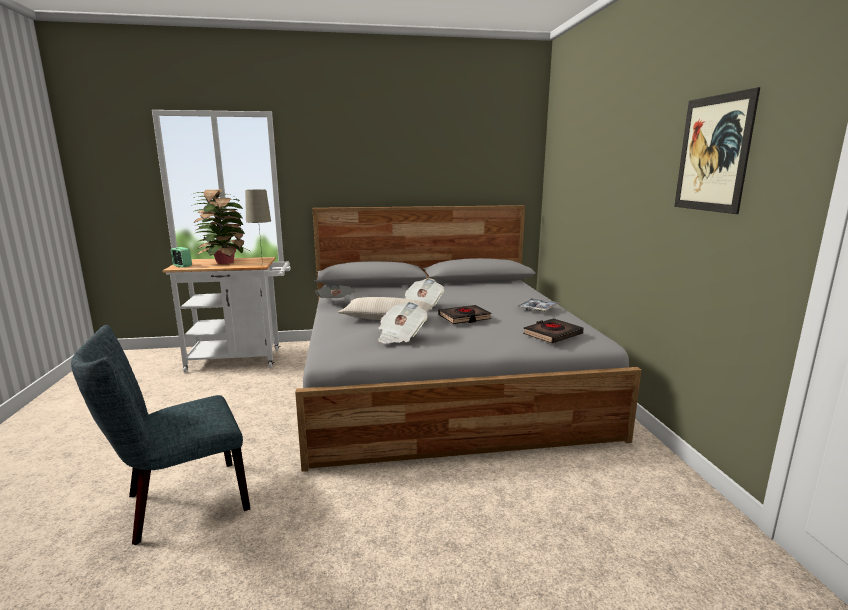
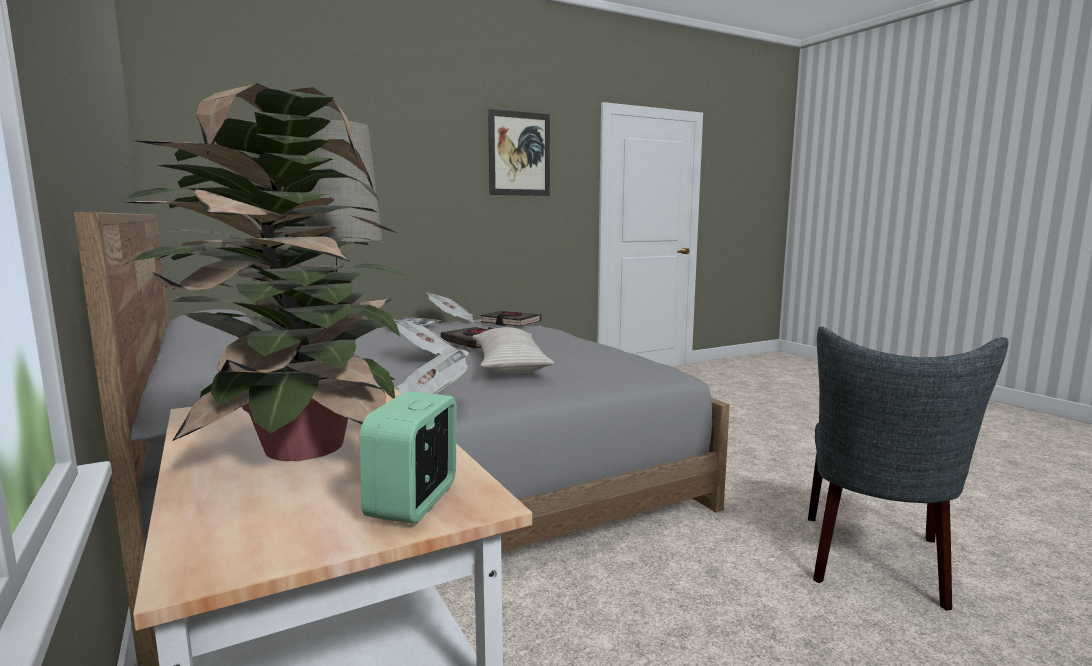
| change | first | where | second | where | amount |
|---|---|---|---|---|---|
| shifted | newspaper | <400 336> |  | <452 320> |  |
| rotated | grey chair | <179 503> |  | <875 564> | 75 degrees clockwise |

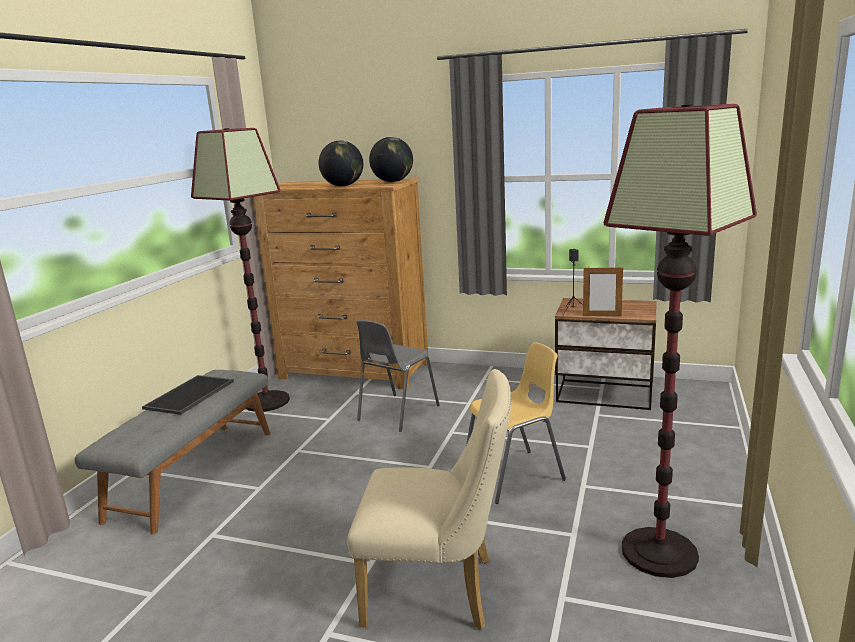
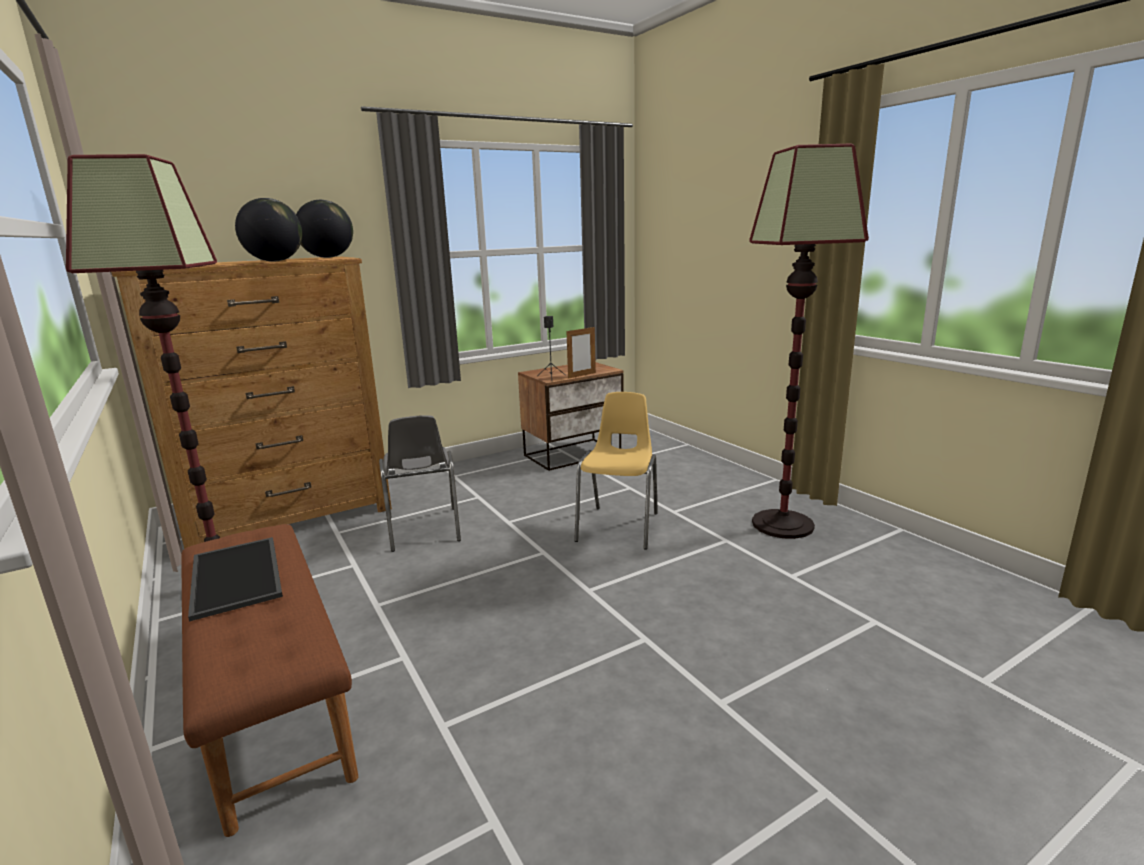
| change | first | where | second | where | amount |
|---|---|---|---|---|---|
| gone | beige chair | <440 591> |  |  |  |
| repainted | grey bench | <193 473> | brown bench | <270 696> |  |

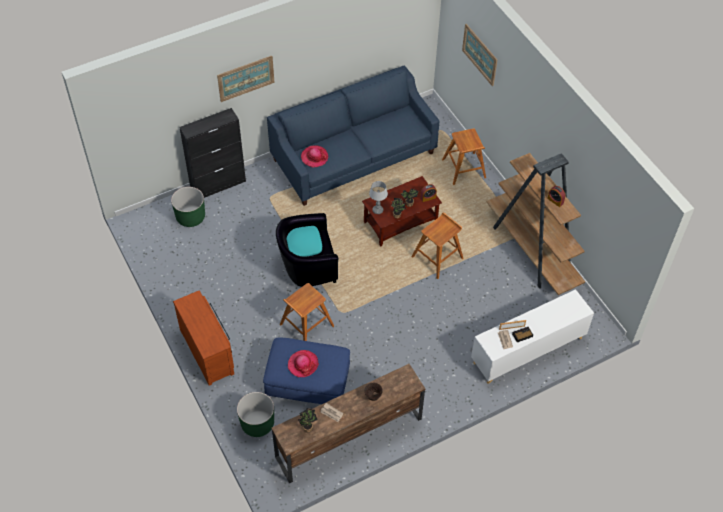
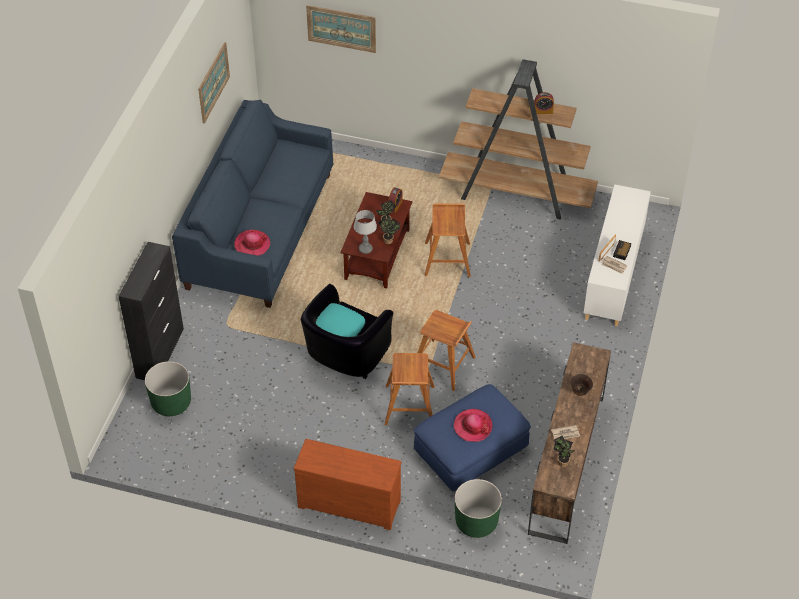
| change | first | where | second | where | amount |
|---|---|---|---|---|---|
| shifted | picture | <246 78> |  | <213 82> |  |
| shifted | brown stool | <464 169> |  | <443 365> |  |

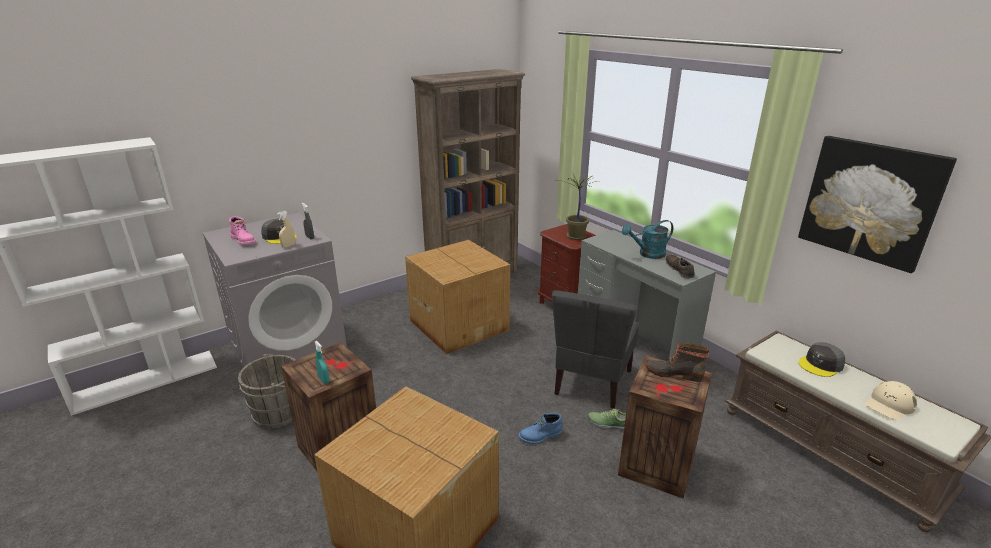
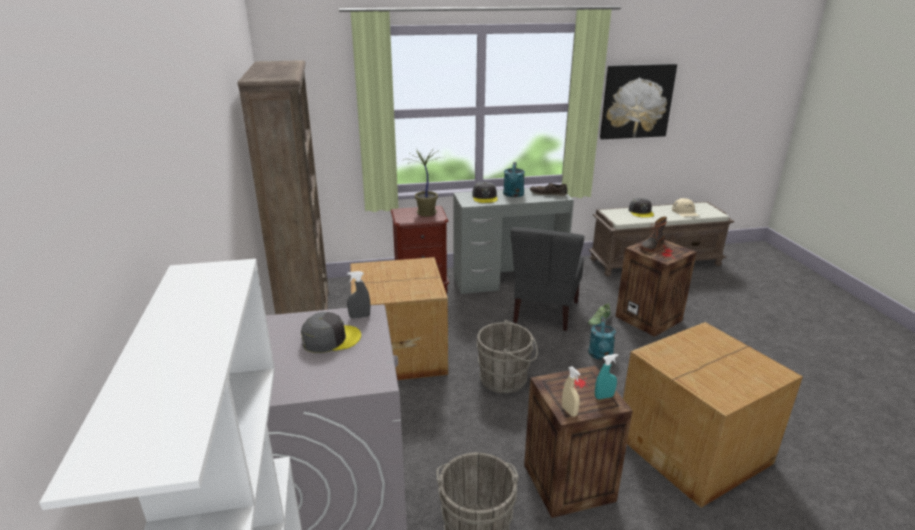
| change | first | where | second | where | amount |
|---|---|---|---|---|---|
| gone | pink boot | <244 240> |  |  |  |
| new |  |  | grey cap | <485 197> |  |
| new |  |  | grey bucket | <506 379> |  |
| shifted | beige spray bottle | <288 246> |  | <569 411> |  |
| swapped | blue boot | <540 437> | turquoise watering can | <601 356> |  |
| rotated | grey chair | <591 382> |  | <544 312> | 60 degrees clockwise |

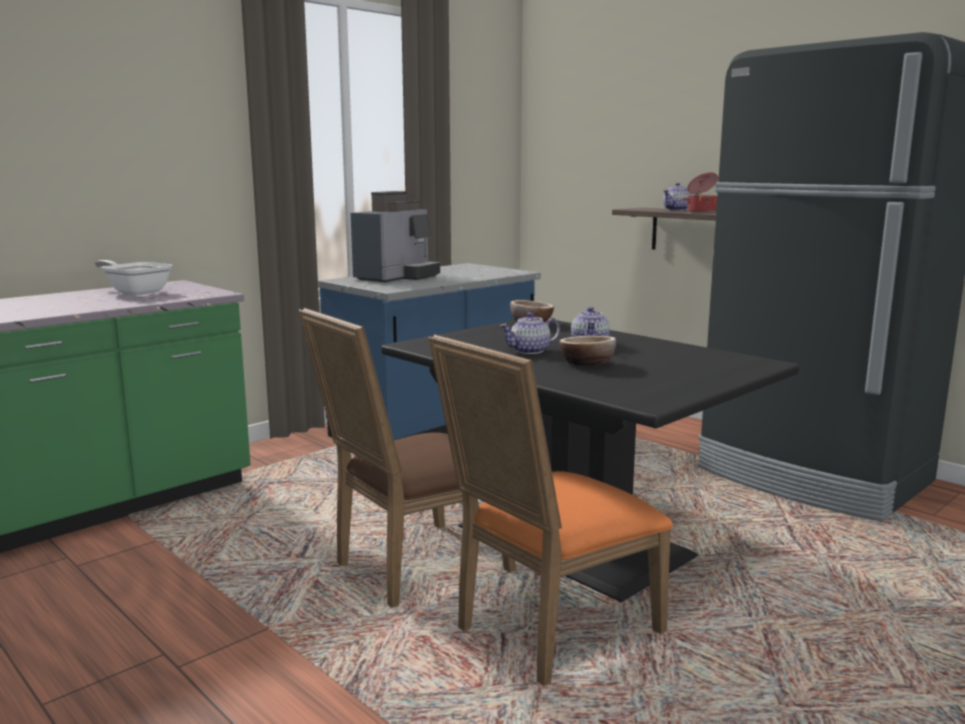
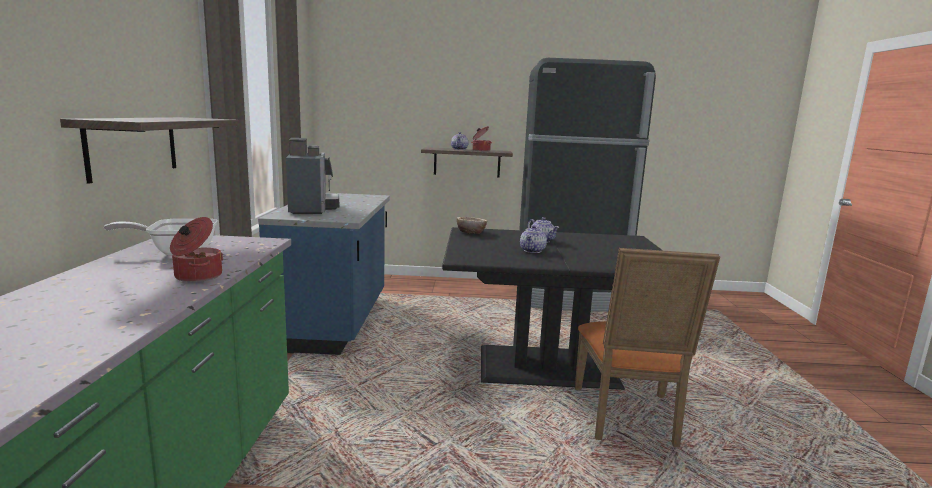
| change | first | where | second | where | amount |
|---|---|---|---|---|---|
| gone | brown chair | <413 568> |  |  |  |
| gone | bowl | <587 364> |  |  |  |
| new |  |  | shelf | <133 146> |  |
| new |  |  | cooking pot | <197 276> |  |

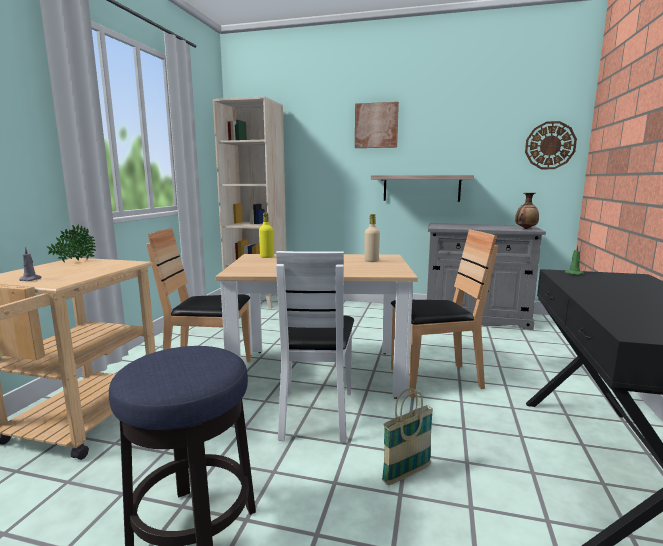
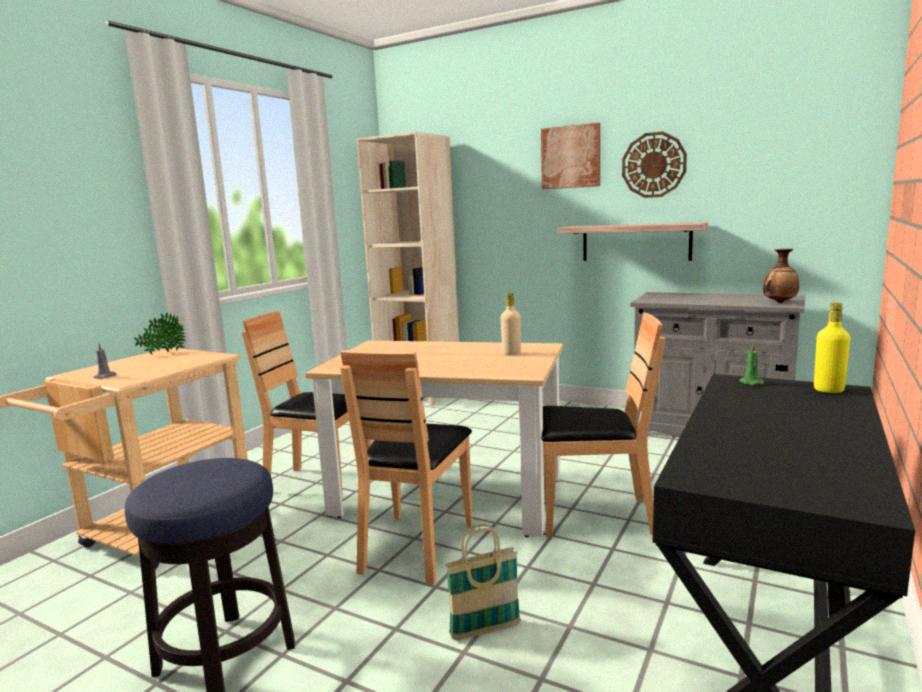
| change | first | where | second | where | amount |
|---|---|---|---|---|---|
| shifted | yellow bottle | <266 257> |  | <828 390> |  |
| shifted | wall clock | <550 145> |  | <653 165> |  |
| repainted | white chair | <315 414> | brown chair | <416 546> |  |

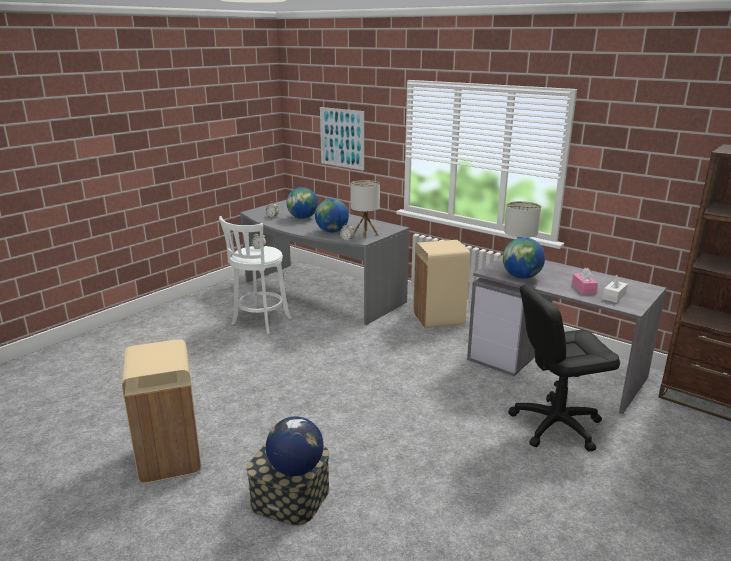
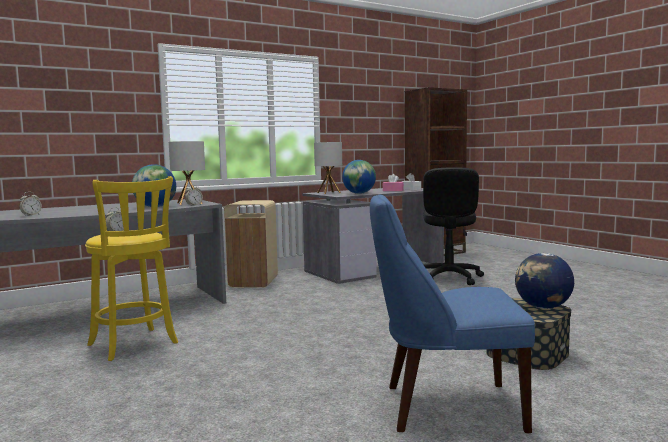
| change | first | where | second | where | amount |
|---|---|---|---|---|---|
| gone | globe | <302 218> |  |  |  |
| gone | picture | <342 138> |  |  |  |
| swapped | beige trash can | <171 458> | blue chair | <445 407> |  |
| repainted | white stool | <259 322> | yellow stool | <134 345> |  |

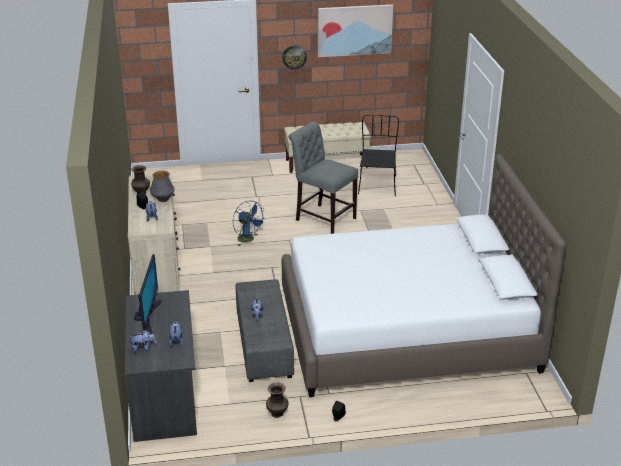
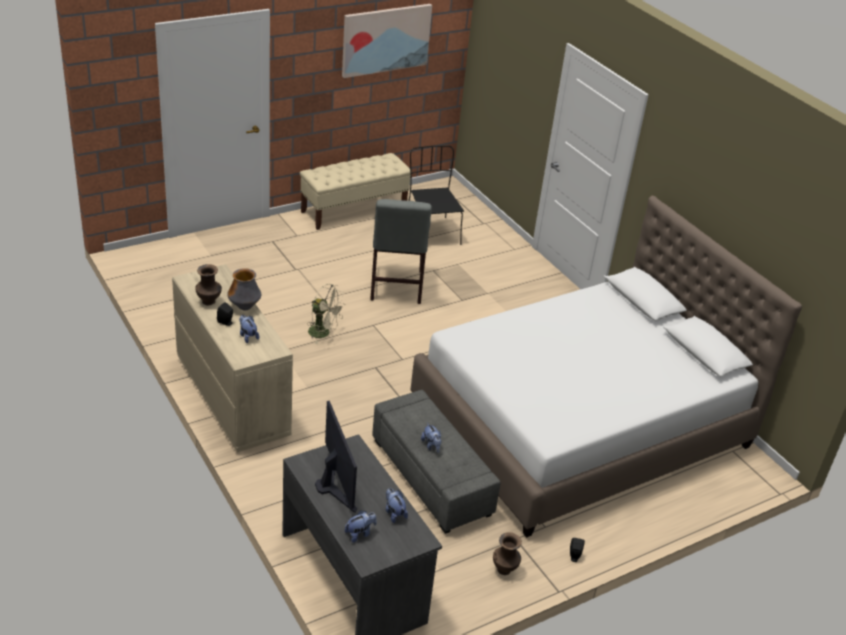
| change | first | where | second | where | amount |
|---|---|---|---|---|---|
| gone | wall clock | <294 57> |  |  |  |
| repainted | blue fan | <248 240> | beige fan | <323 333> |  |
| rotated | grey chair | <323 218> |  | <395 287> | 105 degrees counterclockwise |

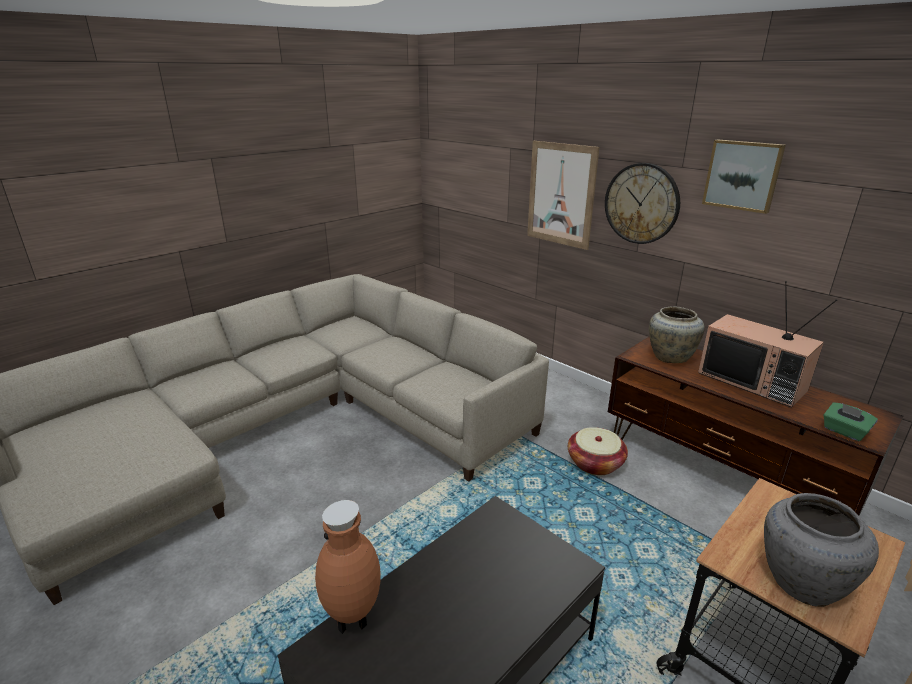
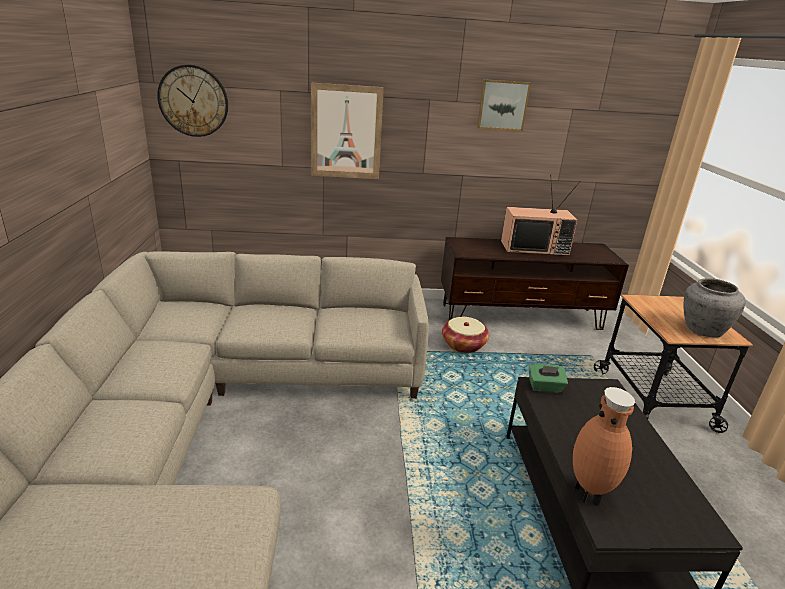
| change | first | where | second | where | amount |
|---|---|---|---|---|---|
| gone | beige vase | <670 357> |  |  |  |
| shifted | wall clock | <641 203> |  | <193 101> |  |
| shifted | green tissue box | <844 431> |  | <545 387> |  |

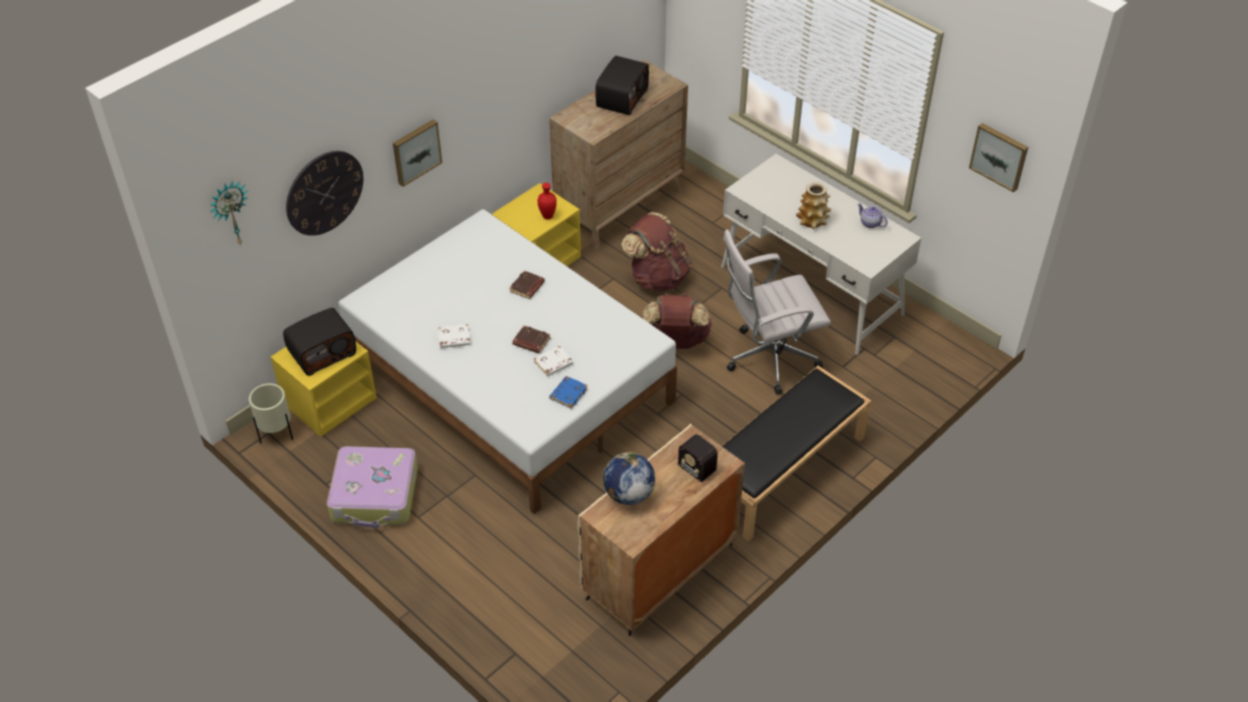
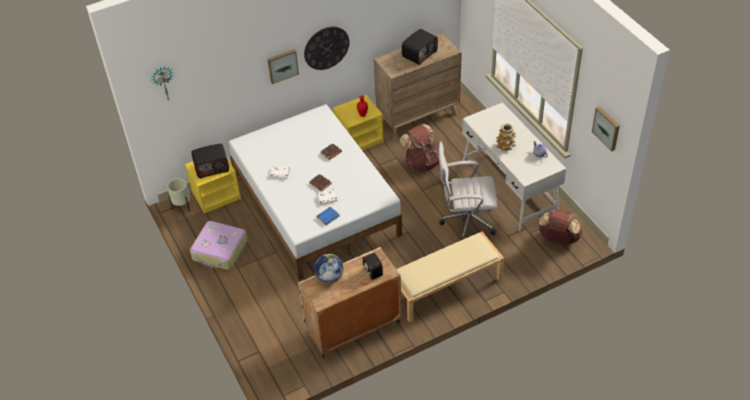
| change | first | where | second | where | amount |
|---|---|---|---|---|---|
| shifted | wall clock | <324 192> |  | <326 48> |  |
| shifted | brown backpack | <674 342> |  | <558 239> |  |
| repainted | black bench | <781 470> | beige bench | <445 287> |  |

